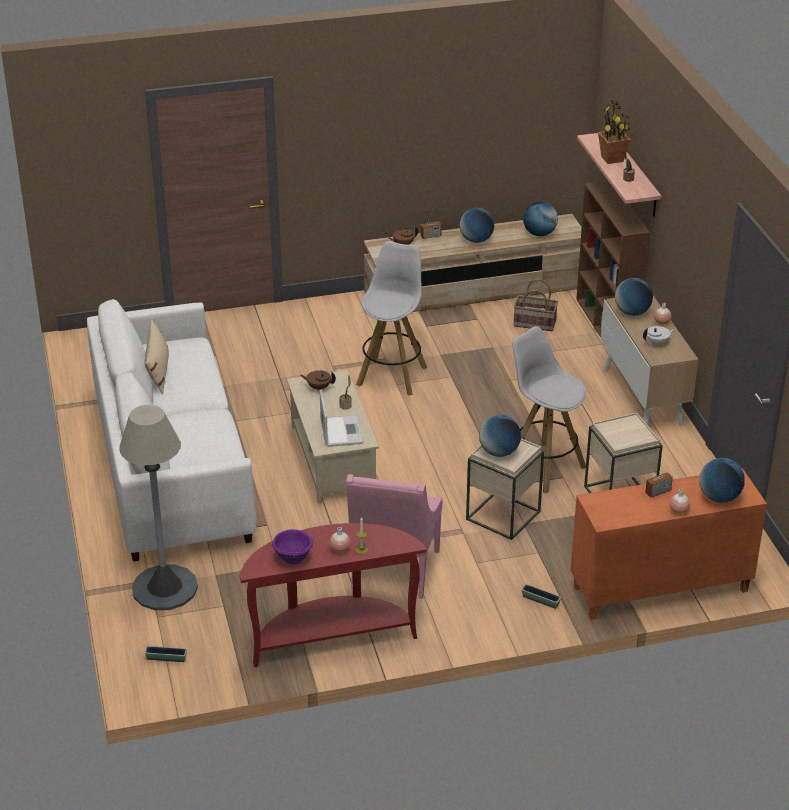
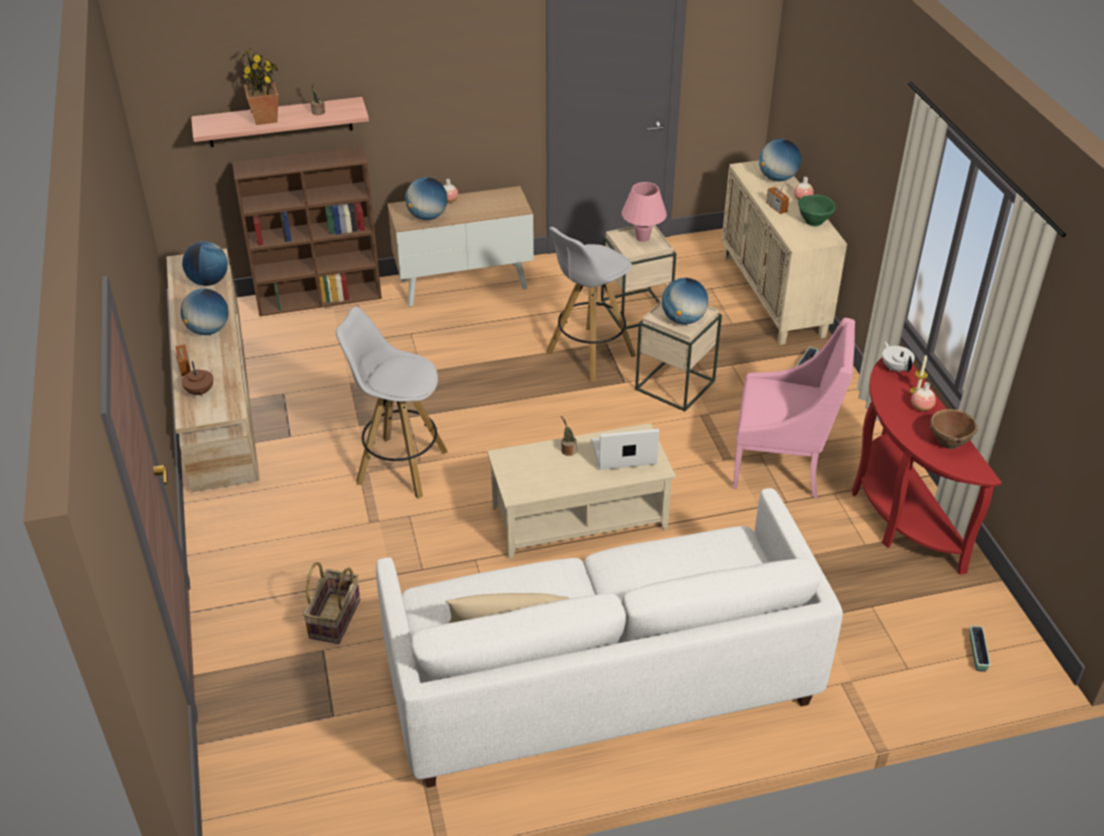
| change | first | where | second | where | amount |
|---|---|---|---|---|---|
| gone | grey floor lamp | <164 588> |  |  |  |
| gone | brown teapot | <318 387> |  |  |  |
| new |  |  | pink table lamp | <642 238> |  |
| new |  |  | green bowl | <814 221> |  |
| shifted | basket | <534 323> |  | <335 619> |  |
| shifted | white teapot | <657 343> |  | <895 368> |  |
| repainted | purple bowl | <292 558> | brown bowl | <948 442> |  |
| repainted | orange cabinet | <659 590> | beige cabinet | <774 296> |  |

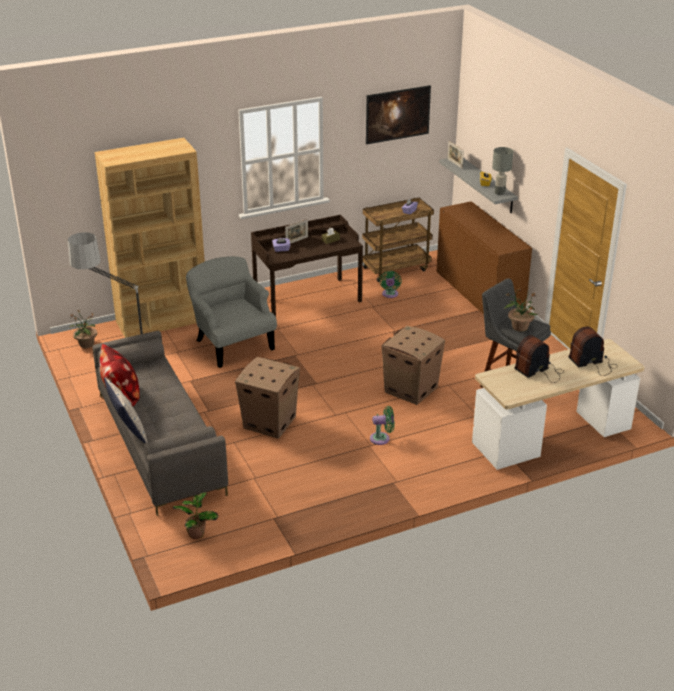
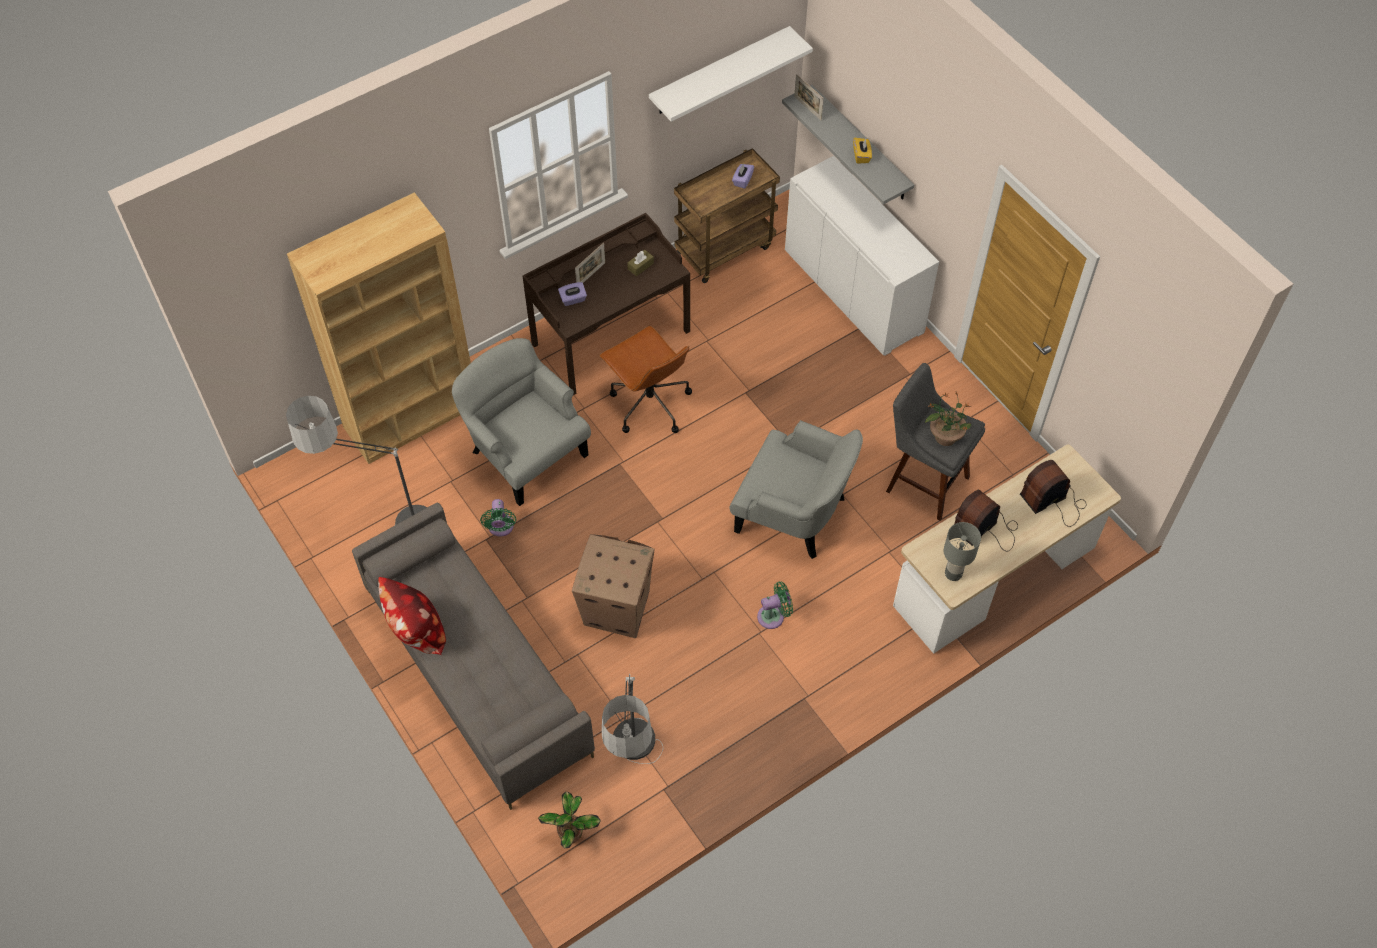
| change | first | where | second | where | amount |
|---|---|---|---|---|---|
| gone | potted plant | <86 344> |  |  |  |
| gone | pillow | <129 433> |  |  |  |
| new |  |  | brown office chair | <649 404> |  |
| new |  |  | floor lamp | <635 773> |  |
| shifted | green fan | <390 295> |  | <501 528> |  |
| shifted | grey table lamp | <499 192> |  | <953 574> |  |
| swapped | picture | <397 126> | white shelf | <720 71> |  |
| swapped | cardboard box | <410 390> | grey armchair | <793 513> |  |
| repainted | brown cabinet | <479 294> | white cabinet | <853 291> |  |

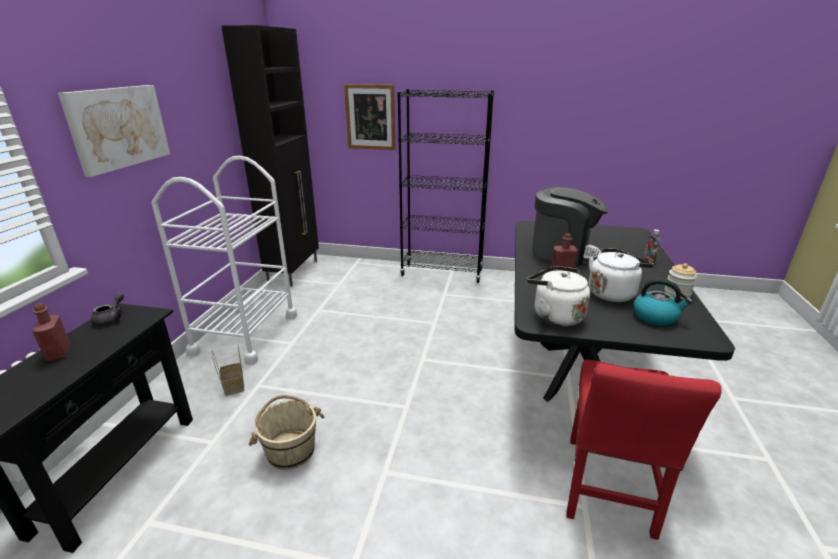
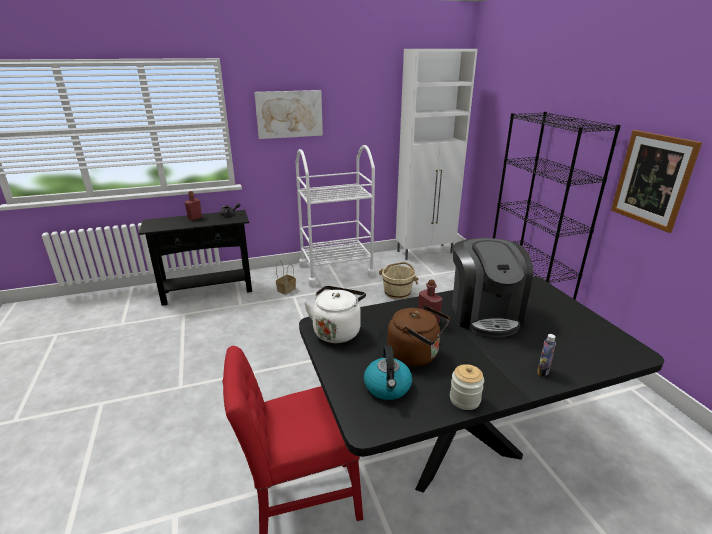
| change | first | where | second | where | amount |
|---|---|---|---|---|---|
| shifted | beige bucket | <290 450> |  | <397 292> |  |
| shifted | picture | <370 117> |  | <652 180> |  |
| repainted | black cabinet | <294 271> | white cabinet | <425 252> |  |
| repainted | white kettle | <612 293> | brown kettle | <416 355> |  |

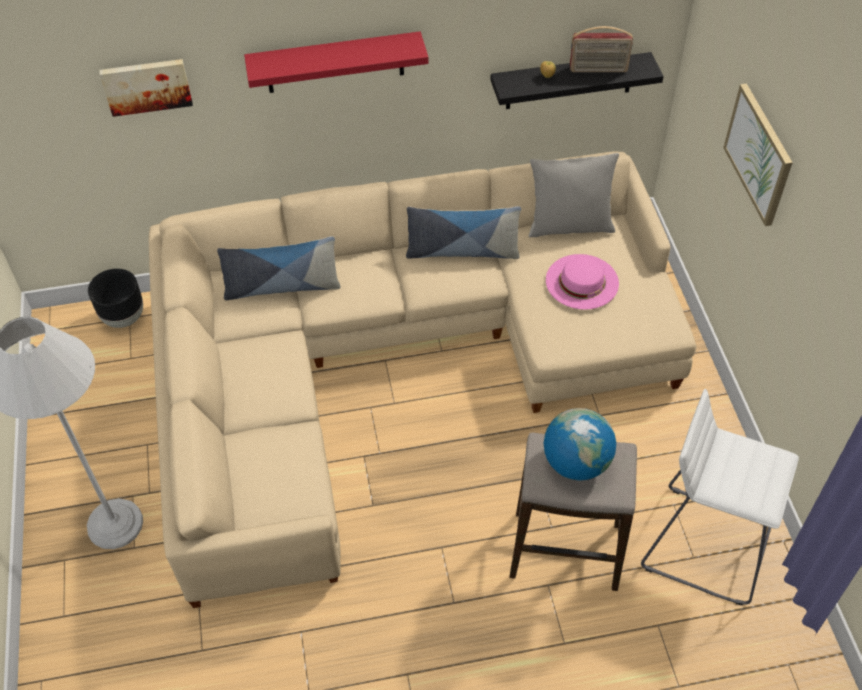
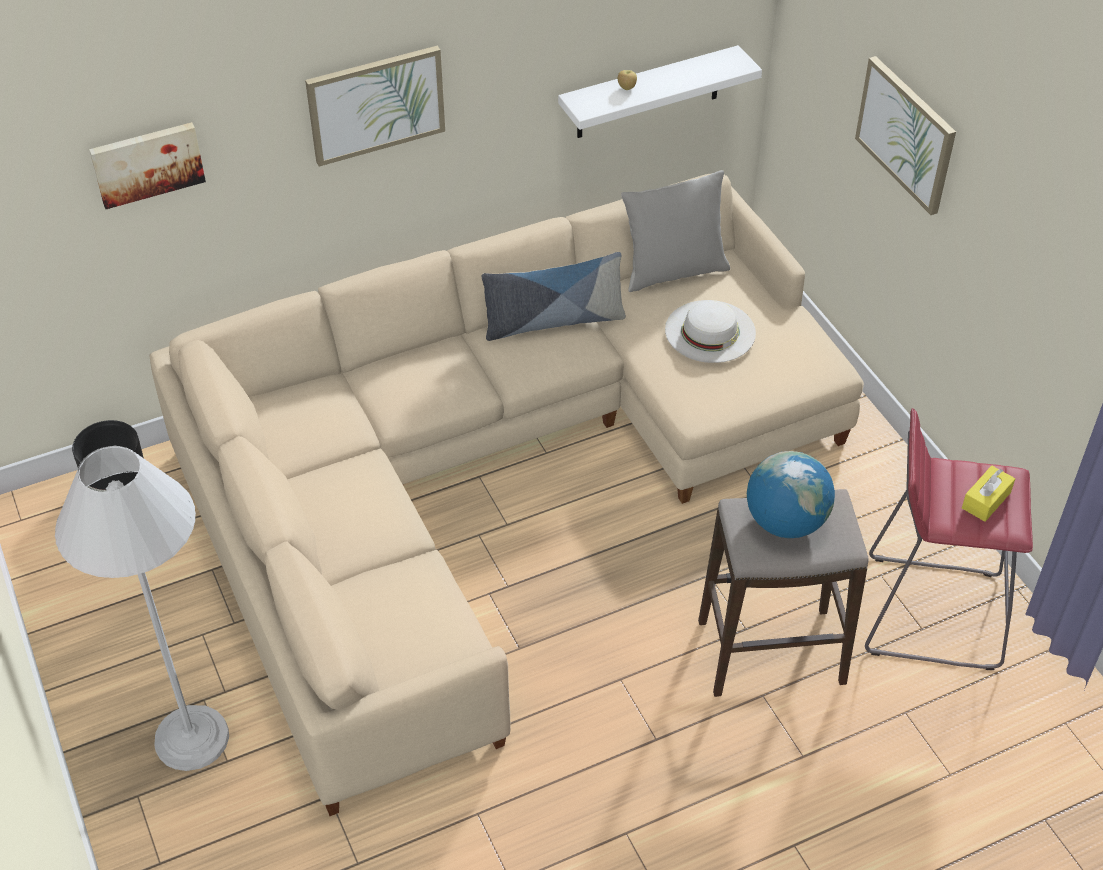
| change | first | where | second | where | amount |
|---|---|---|---|---|---|
| gone | pillow | <282 287> |  |  |  |
| gone | radio | <598 69> |  |  |  |
| new |  |  | yellow tissue box | <986 500> |  |
| swapped | red shelf | <335 63> | picture | <376 104> |  |
| repainted | black shelf | <569 81> | white shelf | <648 93> |  |
| repainted | pink hat | <582 281> | white hat | <710 331> |  |
| repainted | white stool | <705 544> | red stool | <930 611> |  |

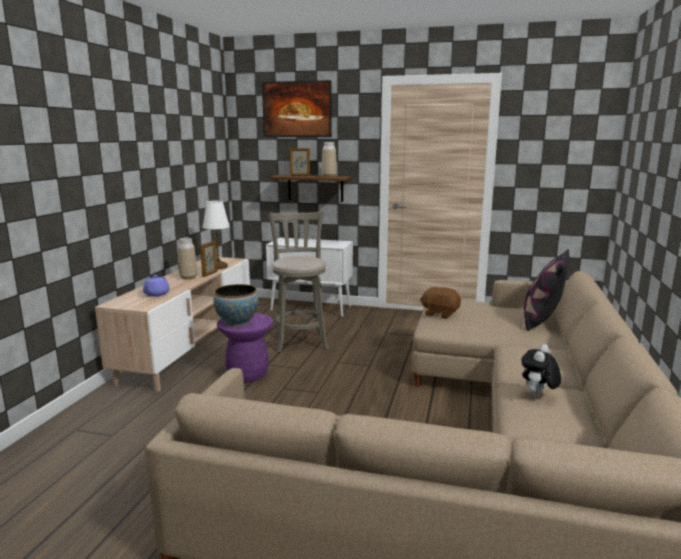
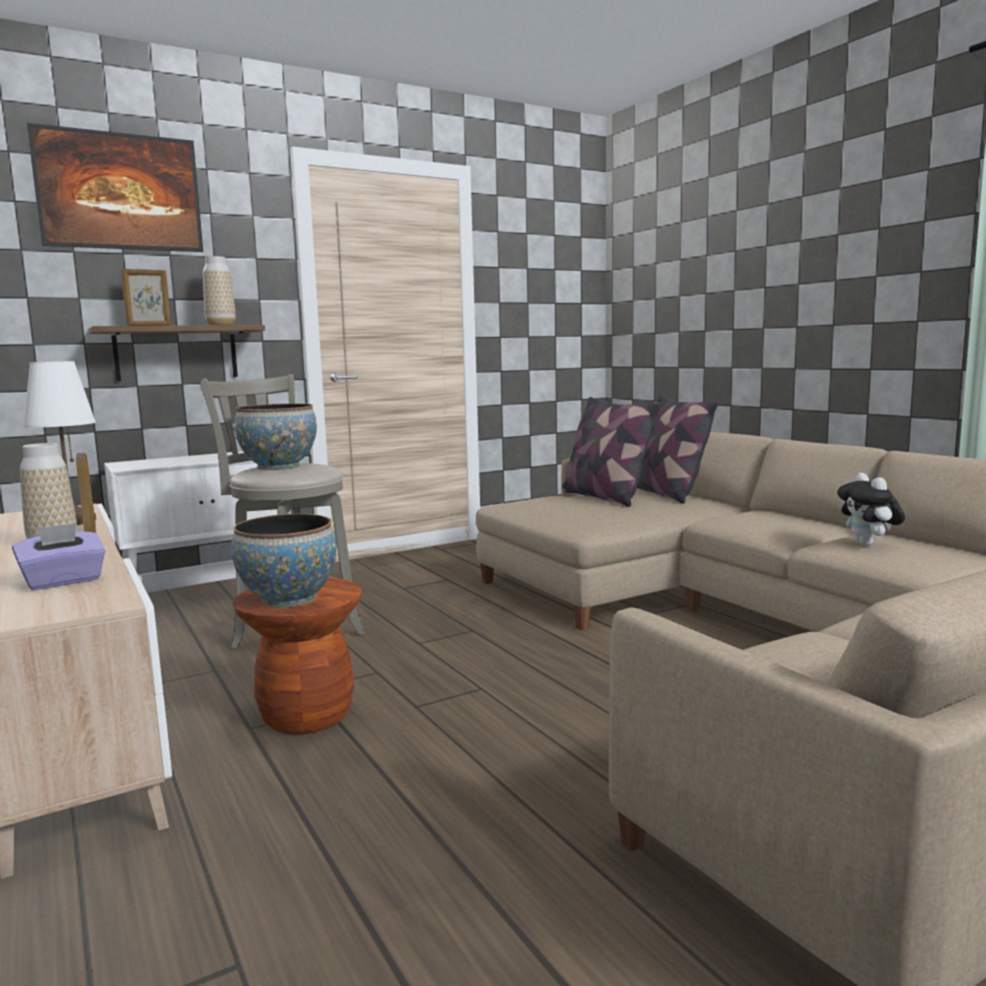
| change | first | where | second | where | amount |
|---|---|---|---|---|---|
| gone | brown plush toy | <440 314> |  |  |  |
| new |  |  | bowl | <279 467> |  |
| new |  |  | pillow | <604 497> |  |
| swapped | purple teapot | <156 294> | purple tissue box | <63 581> |  |
| repainted | purple stool | <247 374> | brown stool | <307 716> |  |

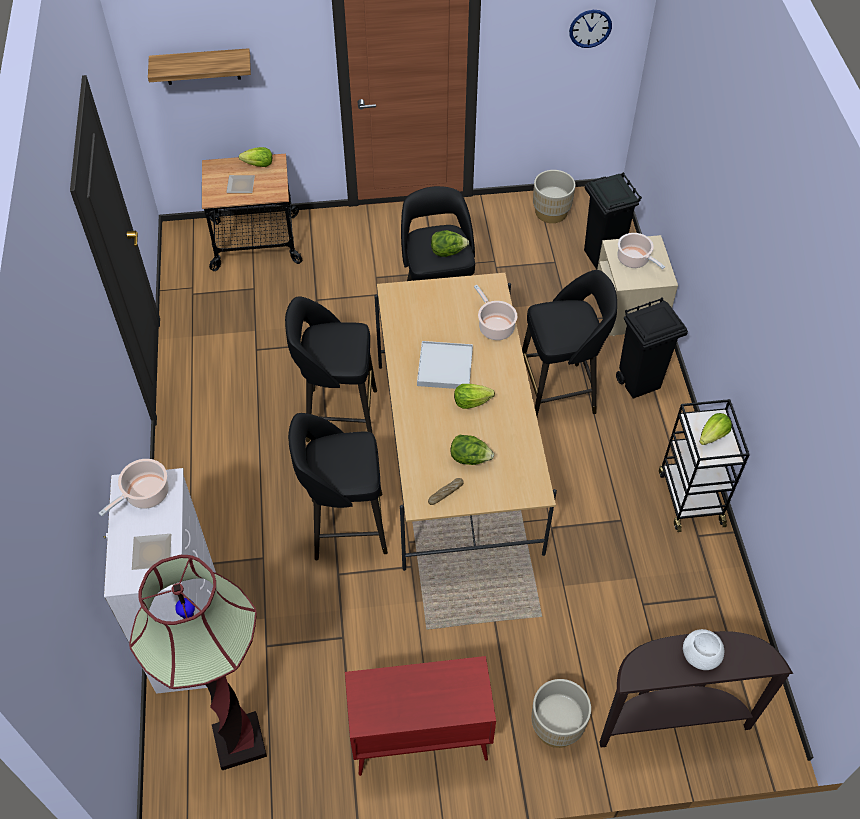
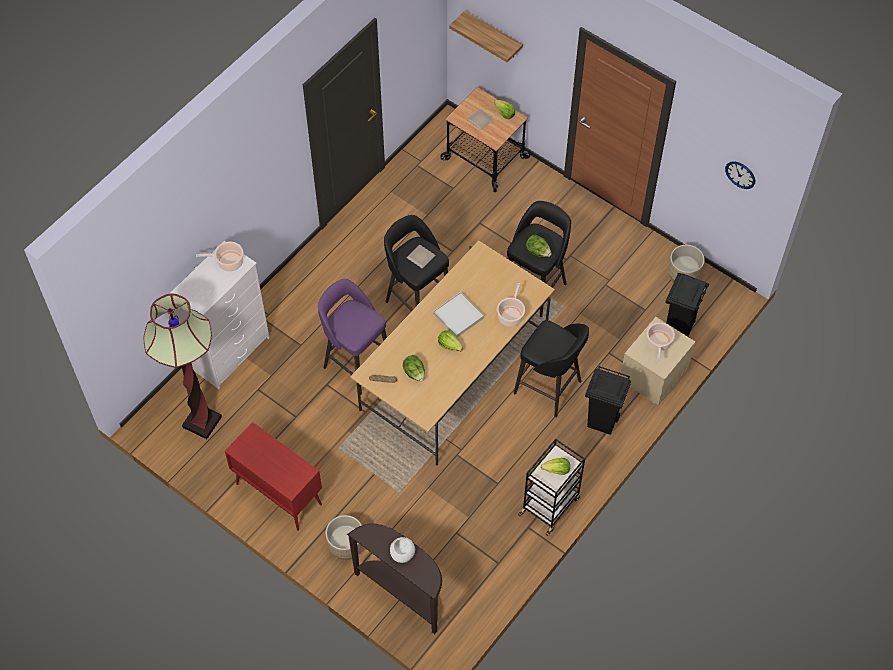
| change | first | where | second | where | amount |
|---|---|---|---|---|---|
| shifted | plate | <153 552> |  | <422 257> |  |
| repainted | black stool | <345 526> | purple stool | <356 363> |  |

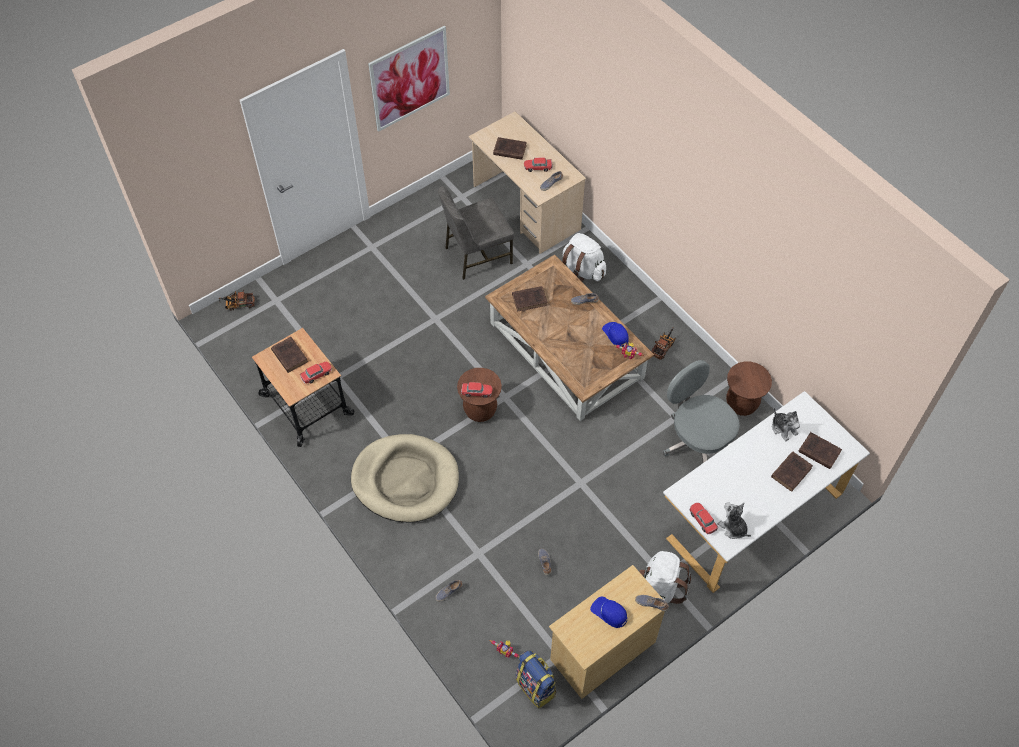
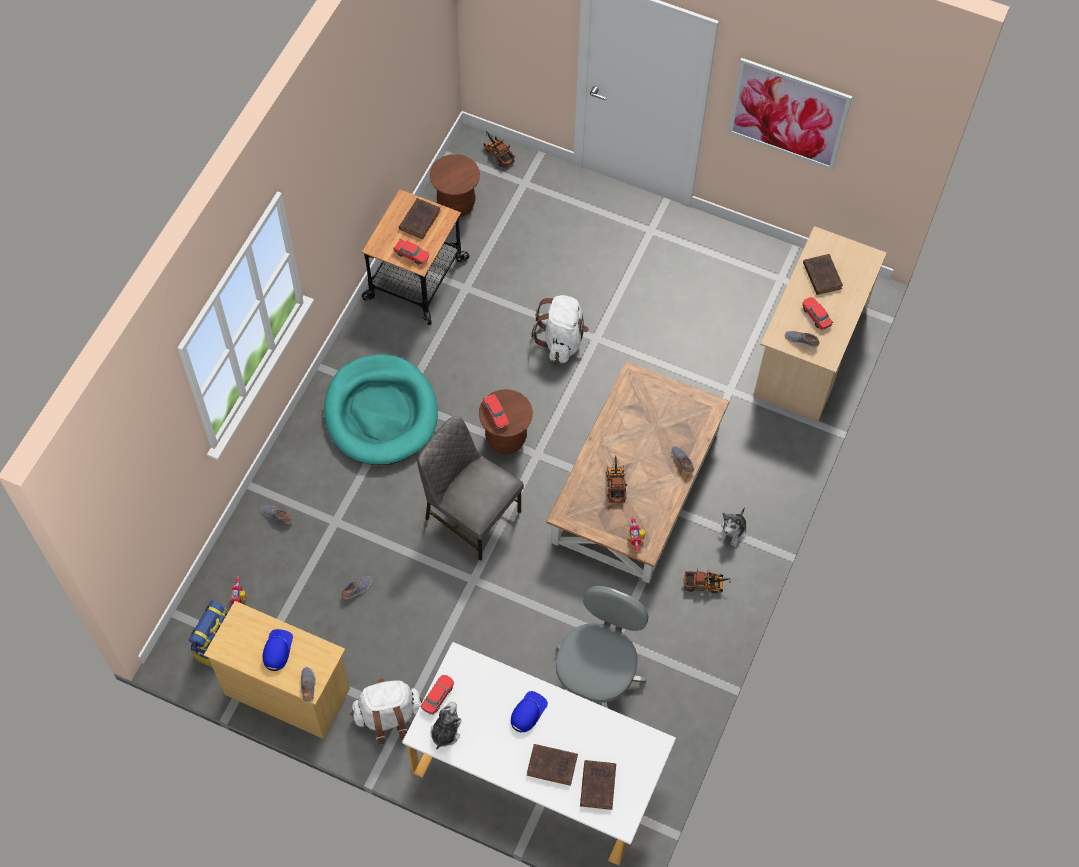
| change | first | where | second | where | amount |
|---|---|---|---|---|---|
| gone | brown book | <530 299> |  |  |  |
| new |  |  | toy truck | <616 483> |  |
| shifted | grey chair | <477 255> |  | <471 515> |  |
| shifted | white backpack | <582 270> |  | <561 340> |  |
| shifted | blue cap | <615 335> |  | <528 712> |  |
| shifted | brown stool | <741 404> |  | <456 204> |  |
| shifted | plush toy | <783 428> |  | <733 531> |  |
| repainted | beige dog bed | <405 480> | turquoise dog bed | <381 413> |  |

